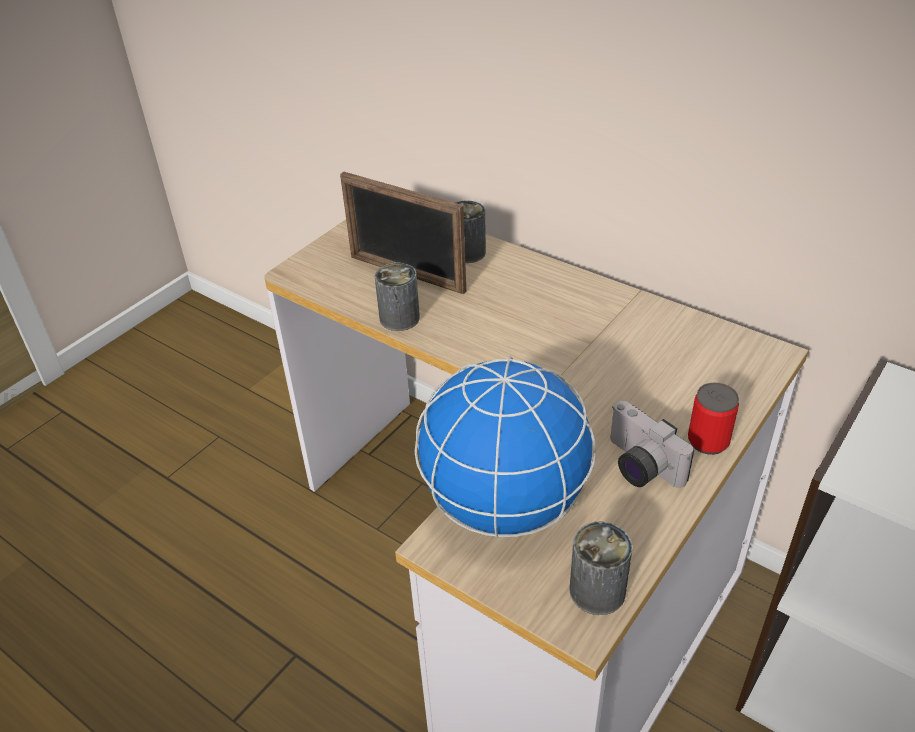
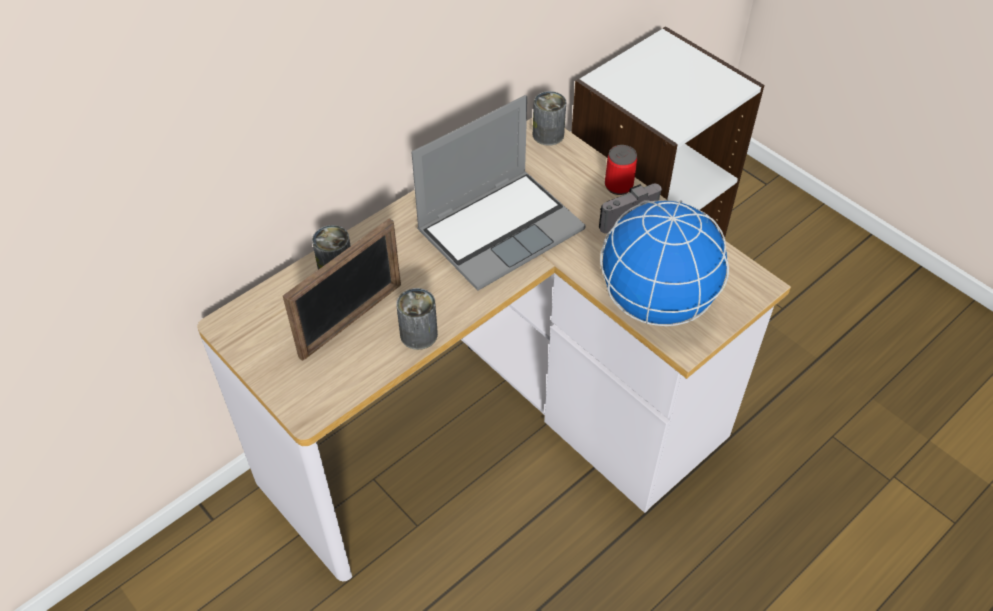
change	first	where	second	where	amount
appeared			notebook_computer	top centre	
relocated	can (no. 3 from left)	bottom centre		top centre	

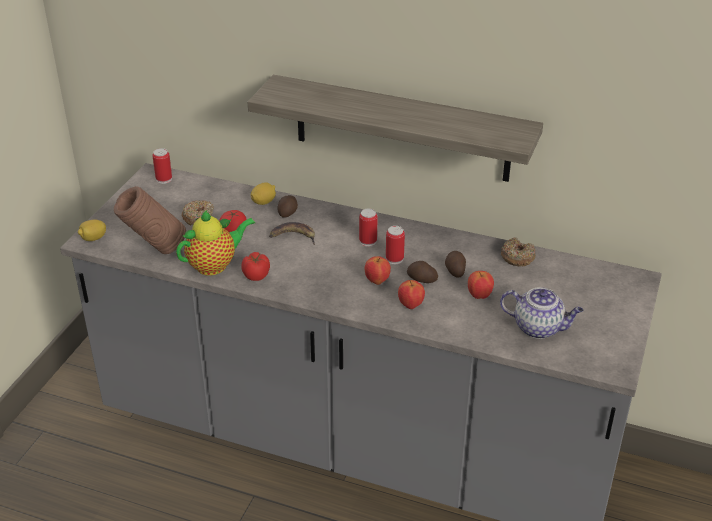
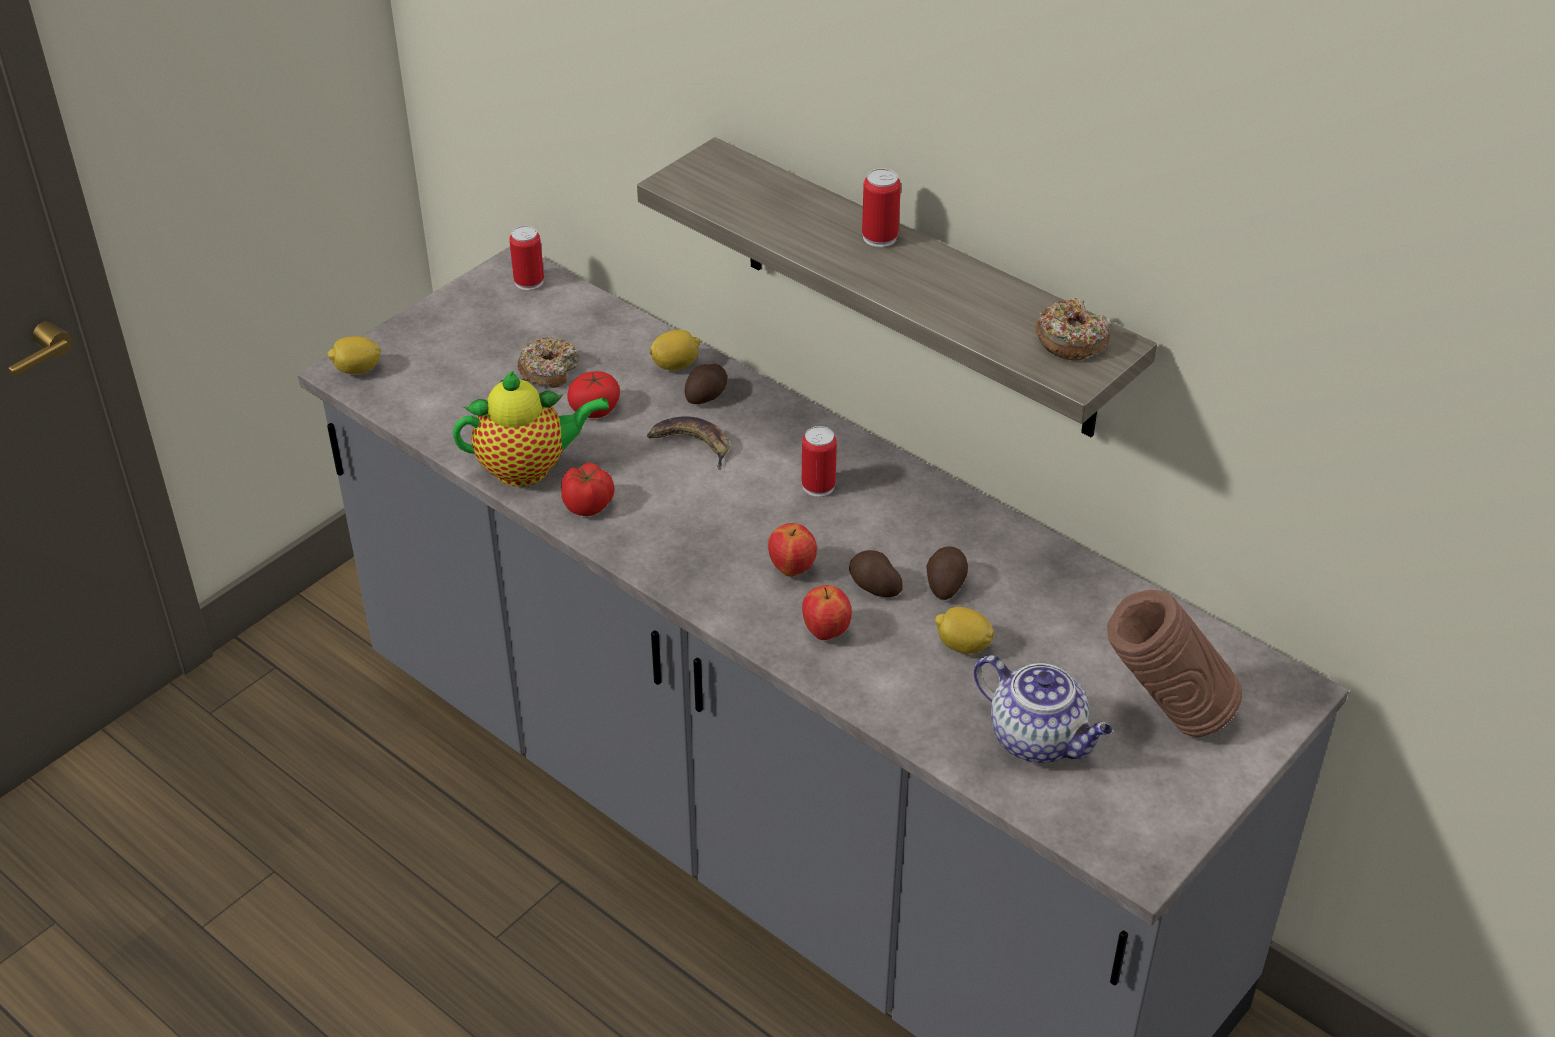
change	first	where	second	where	amount
relocated	brown_decorative_vase	middle left		middle right	
relocated	can (no. 3 from left)	centre		top centre	
relocated	doughnut (no. 2 from left)	middle right		top right	
exchanged	apple_fruit (no. 3 from left)	middle right	citrus_fruit (no. 3 from left)	centre	

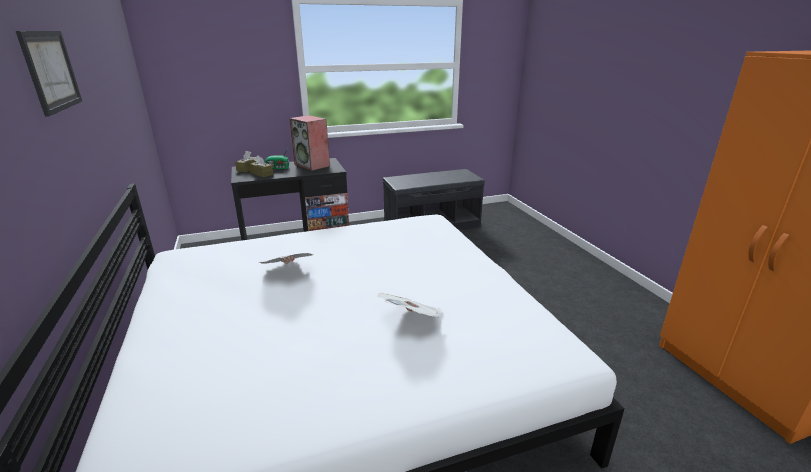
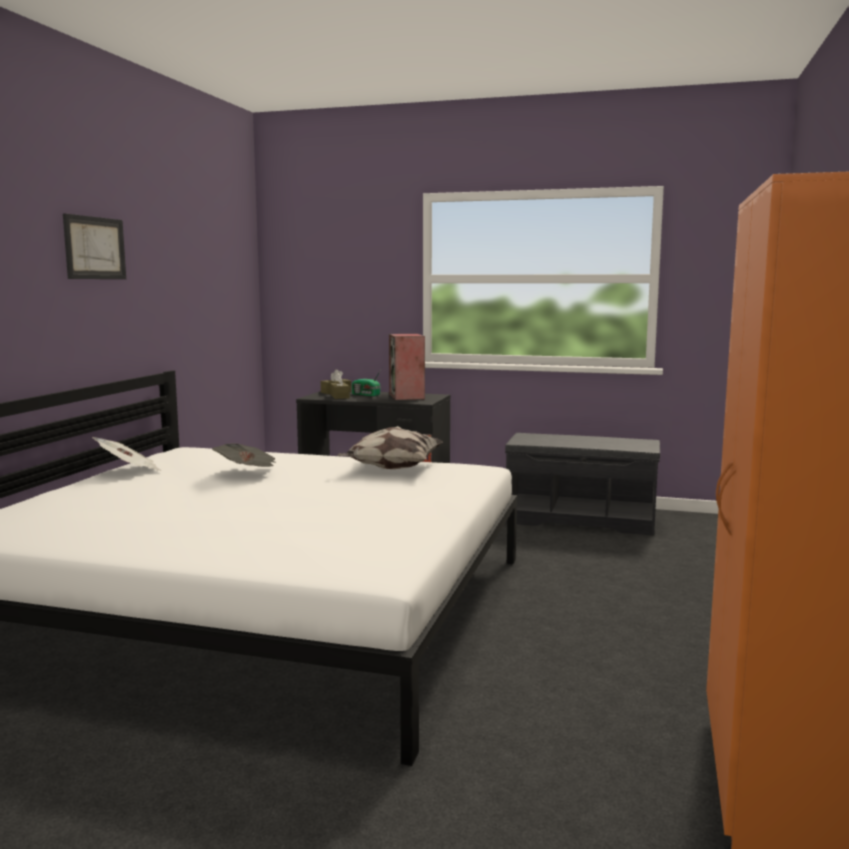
change	first	where	second	where	amount
appeared			throw_pillow	centre	
relocated	newspaper (no. 2 from left in the first image)	centre	newspaper (no. 1 from left)	middle left	

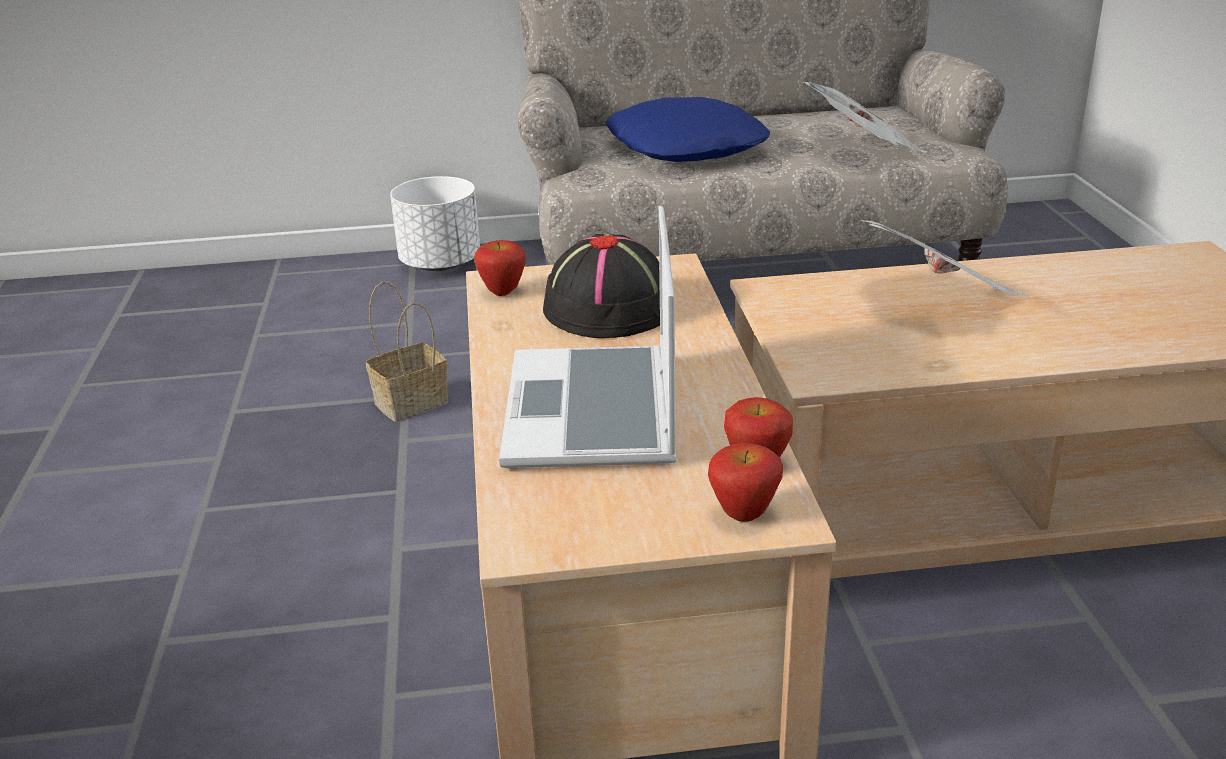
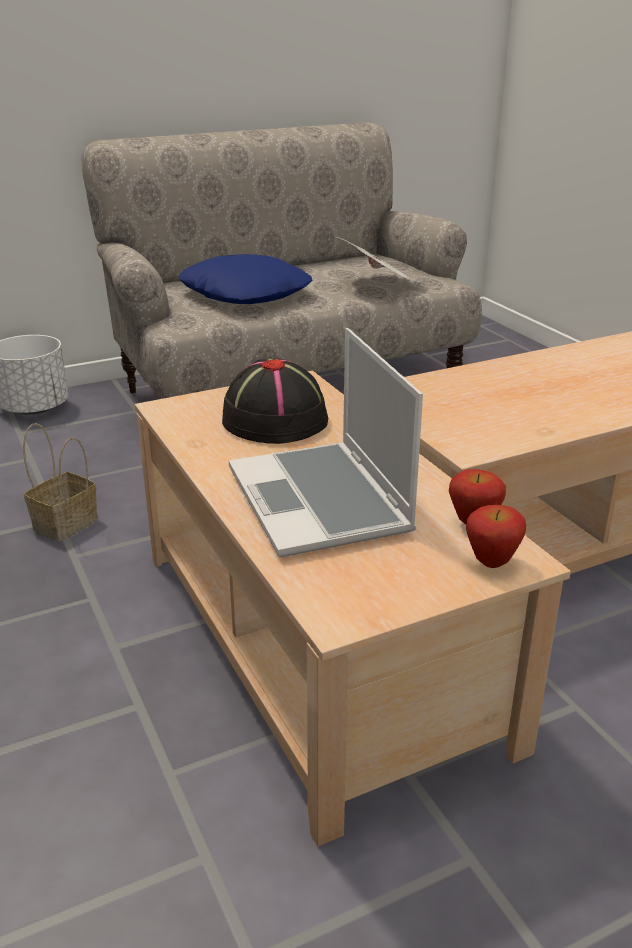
change	first	where	second	where	amount
missing	apple_fruit (no. 1 from left)	centre			
missing	newspaper (no. 2 from left)	middle right			

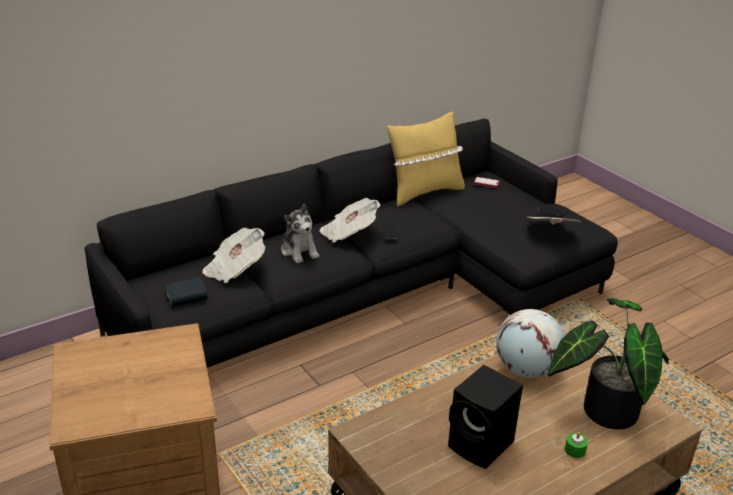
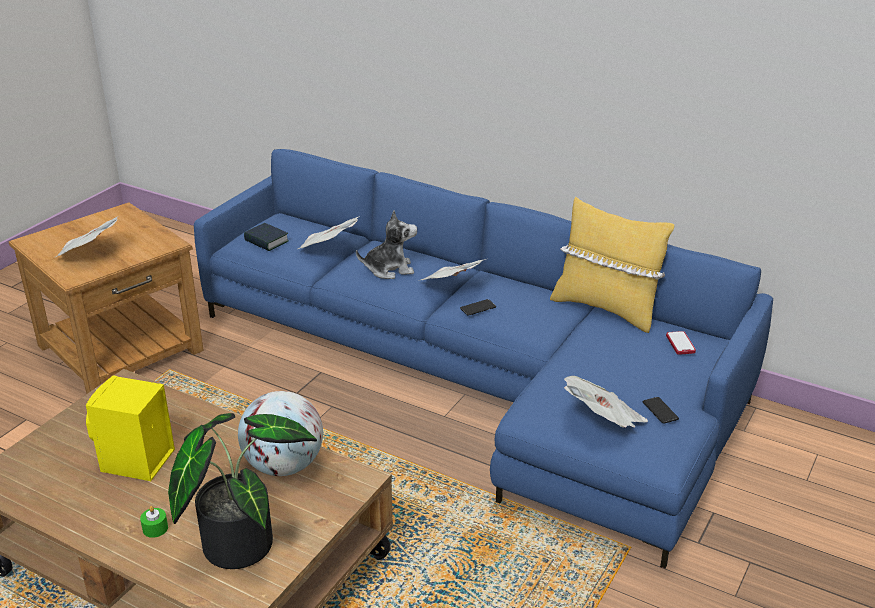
change	first	where	second	where	amount
appeared			newspaper (no. 1 from left)	middle left	
colour	black-coloured_sofa	centre	bluish_sofa	centre	
colour	black-coloured_loudspeaker	bottom centre	yellowish_loudspeaker	bottom left	
spun	soft_toy	centre		centre	135 degrees counterclockwise

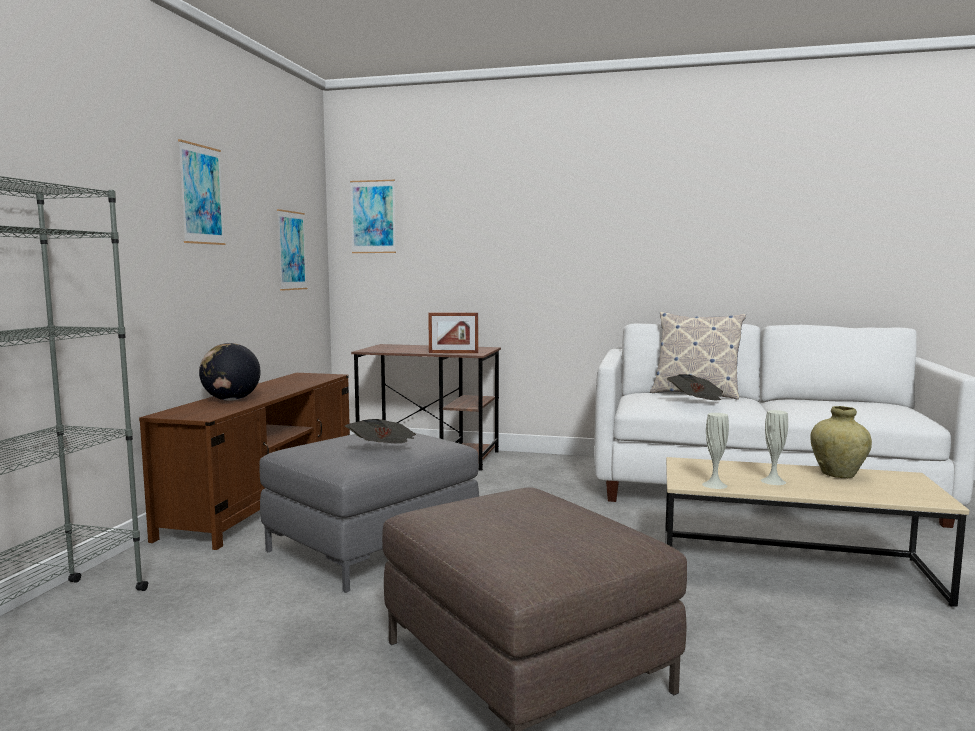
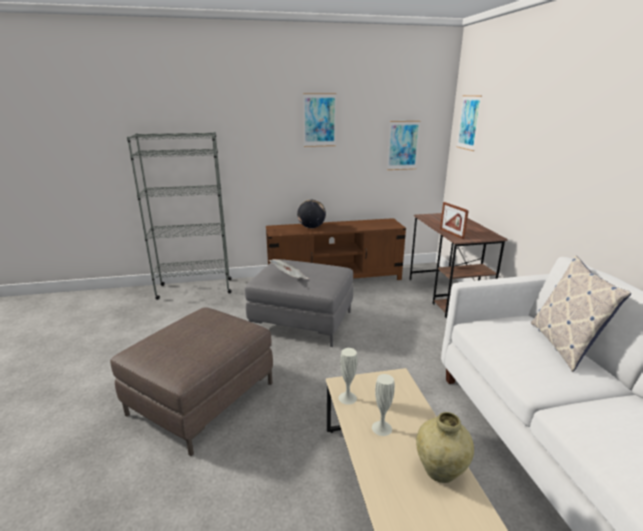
change	first	where	second	where	amount
missing	newspaper (no. 2 from left)	middle right			

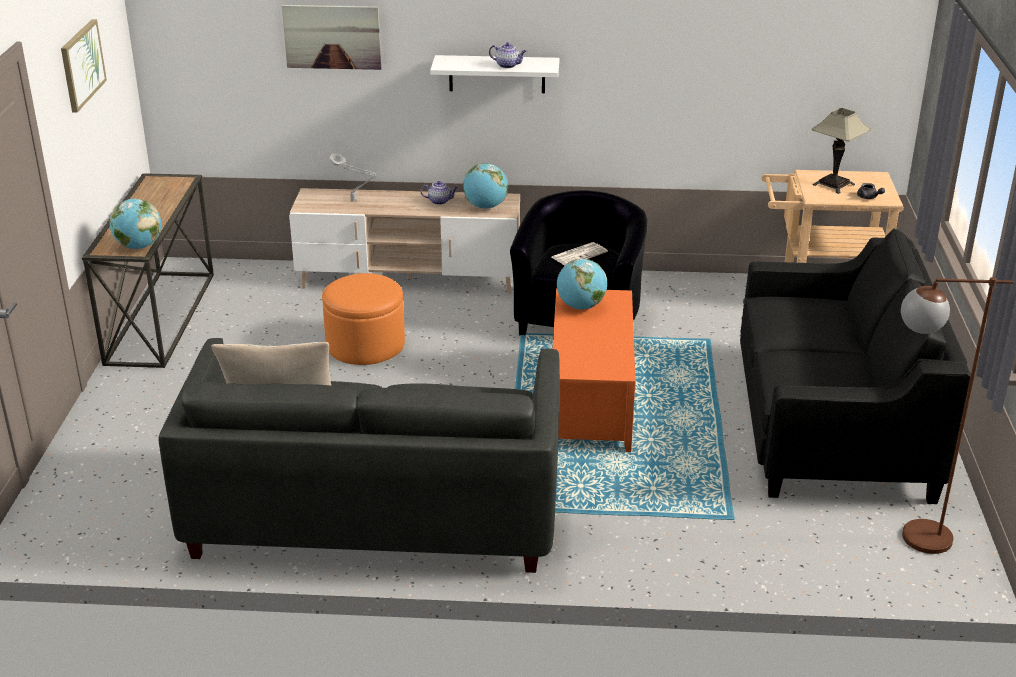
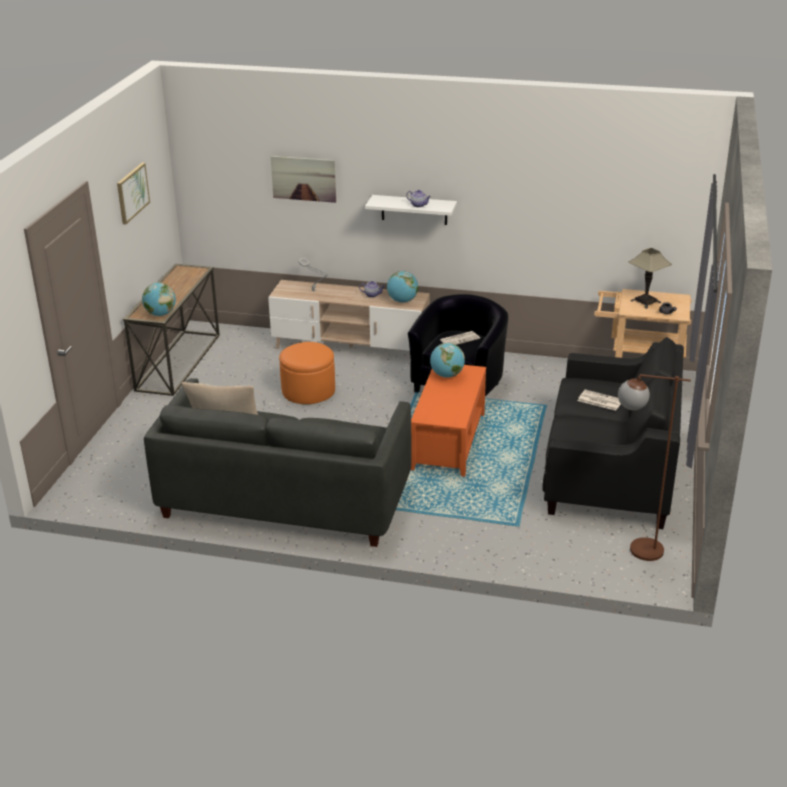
change	first	where	second	where	amount
appeared			newspaper (no. 2 from left)	middle right	

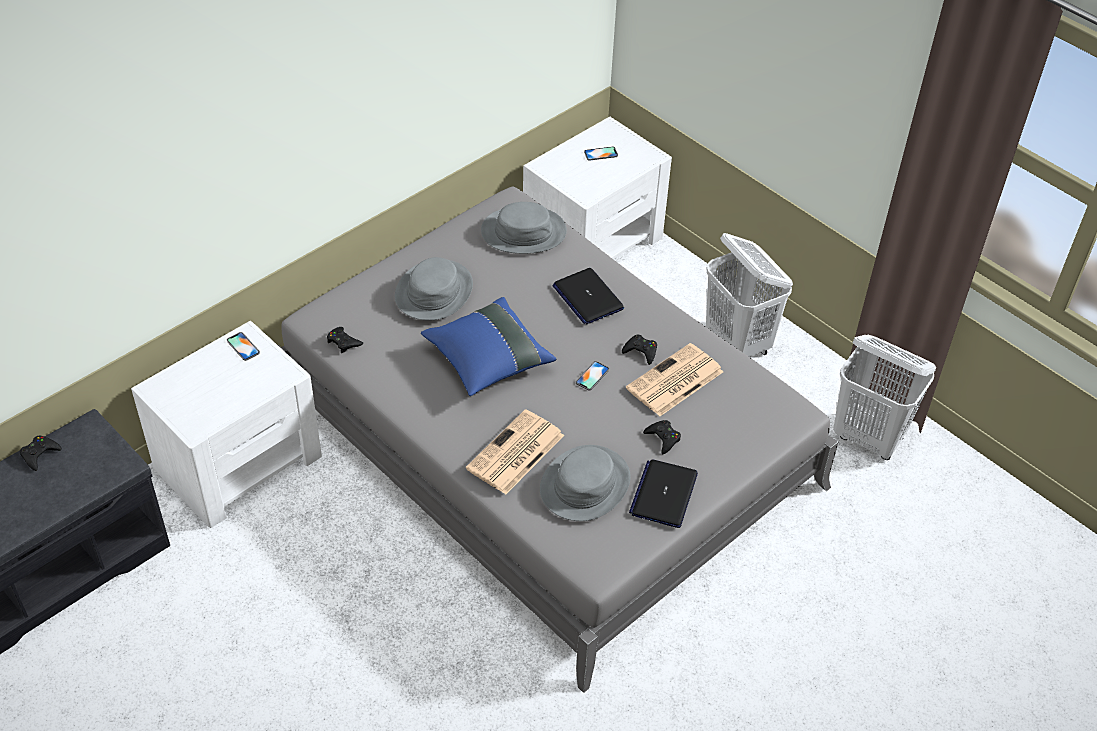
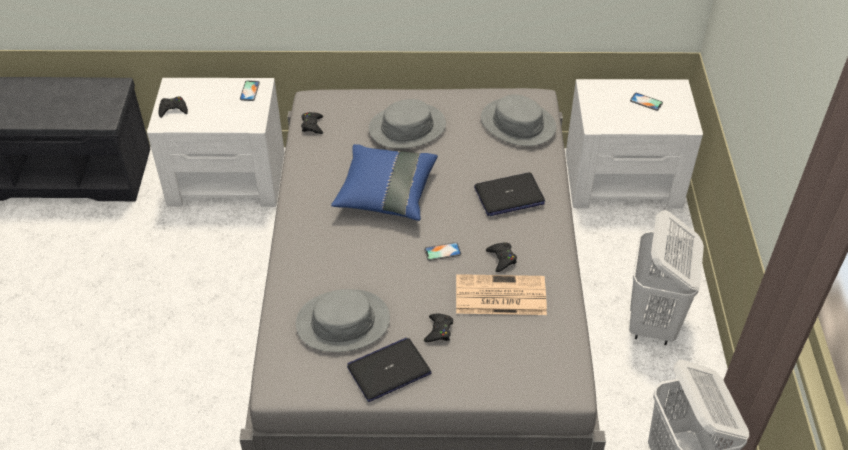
change	first	where	second	where	amount
missing	newspaper (no. 1 from left)	centre			
relocated	black-coloured_gamepad (no. 1 from left)	middle left		top left	
spun	notebook_computer (no. 1 from left in the first image)	centre	notebook_computer (no. 2 from left)	centre	120 degrees counterclockwise

